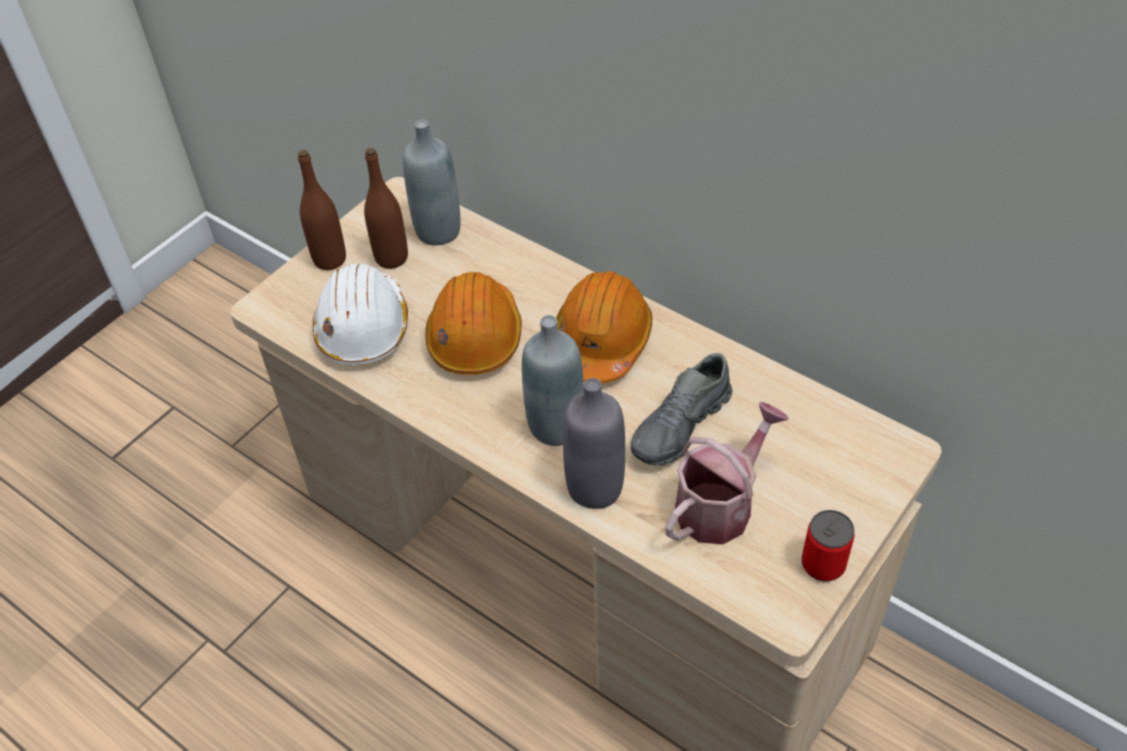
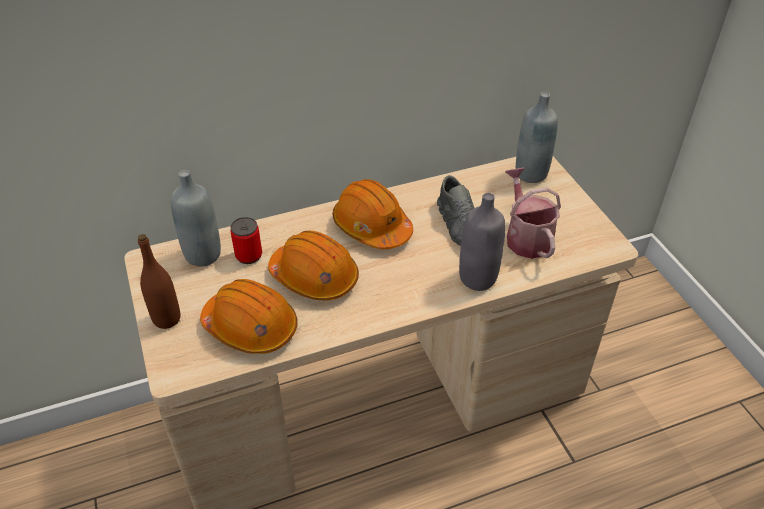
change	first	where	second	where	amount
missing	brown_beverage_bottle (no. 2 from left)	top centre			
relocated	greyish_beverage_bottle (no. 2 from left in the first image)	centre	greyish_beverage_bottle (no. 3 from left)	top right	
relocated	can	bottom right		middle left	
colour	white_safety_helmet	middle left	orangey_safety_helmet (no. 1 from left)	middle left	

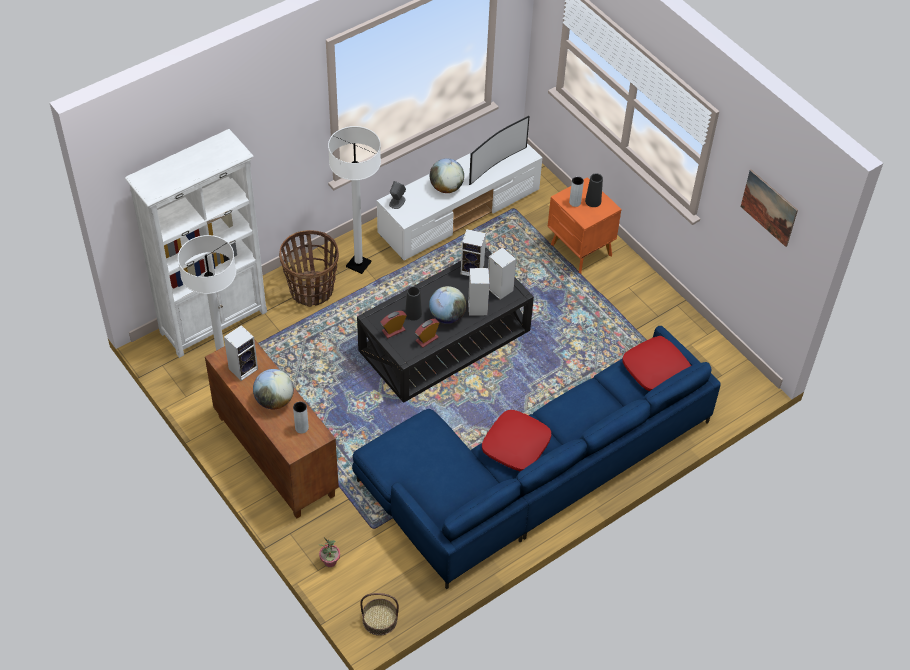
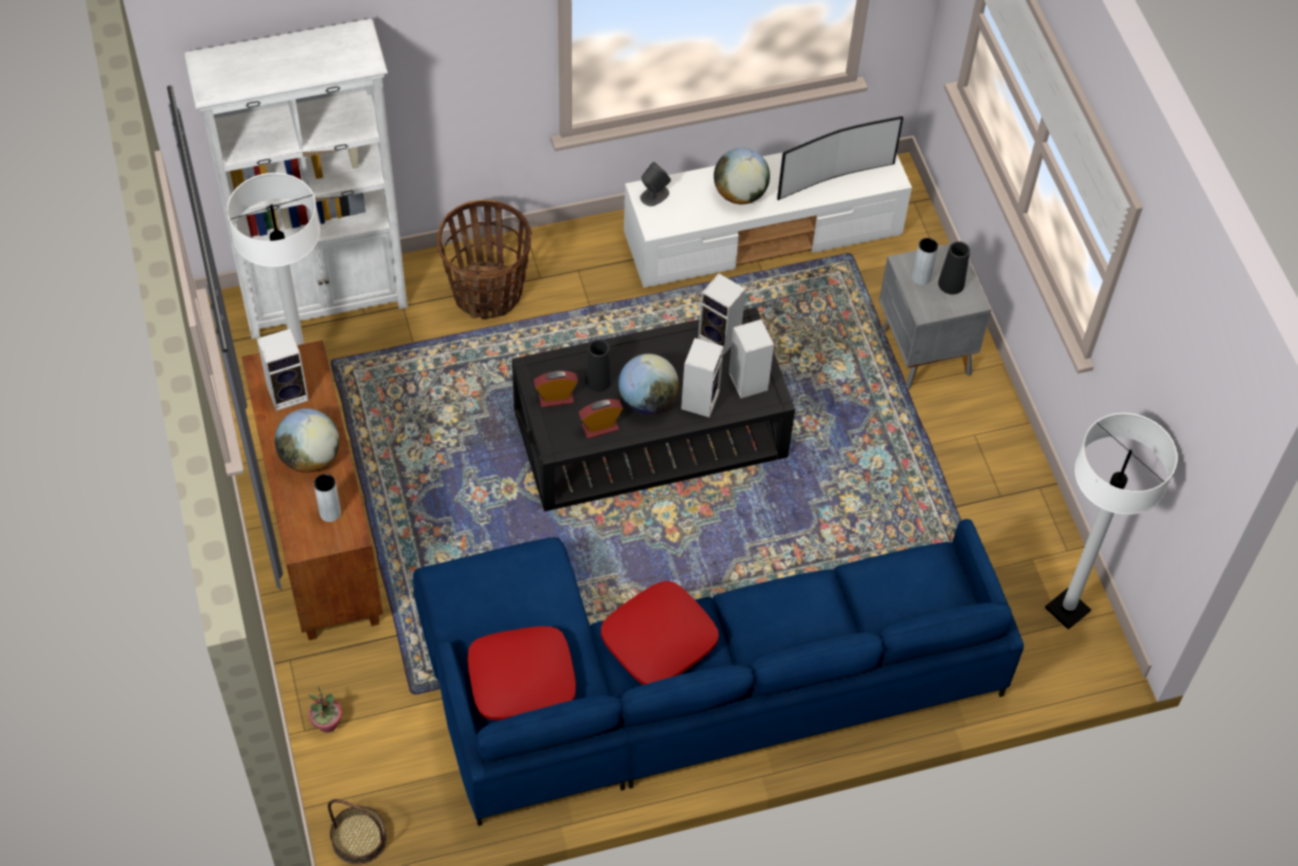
change	first	where	second	where	amount
missing	picture	top right			
relocated	white_floor_lamp (no. 2 from left)	top centre		middle right	
relocated	red_throw_pillow (no. 2 from left in the first image)	middle right	red_throw_pillow (no. 1 from left)	bottom centre	
colour	orangey_nightstand	centre	greyish_nightstand	middle right	

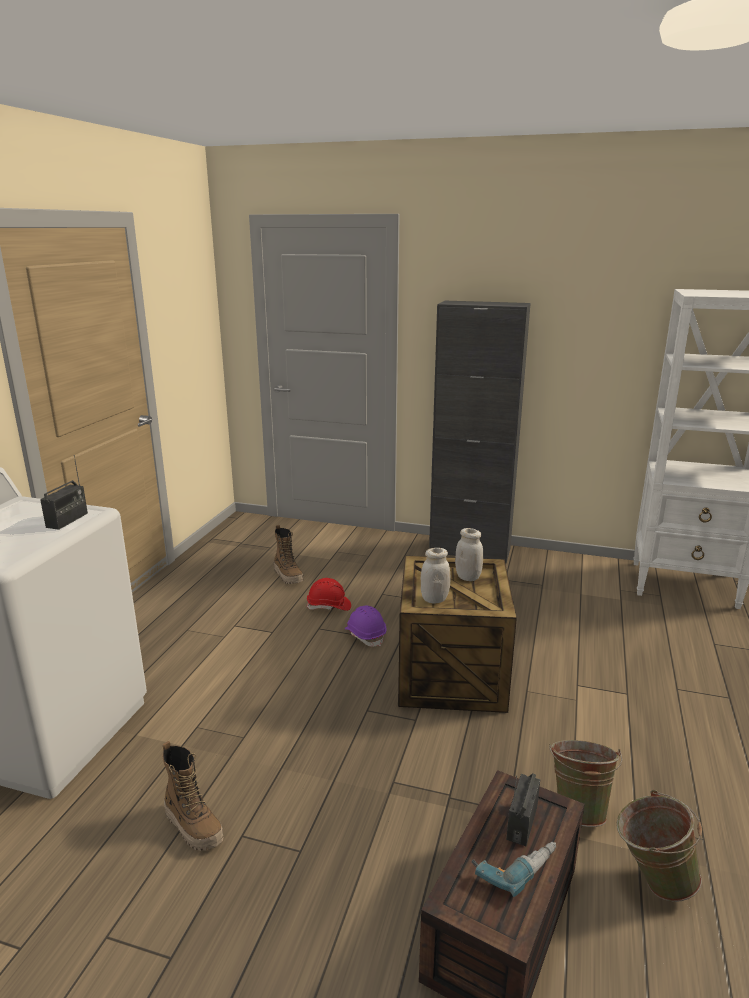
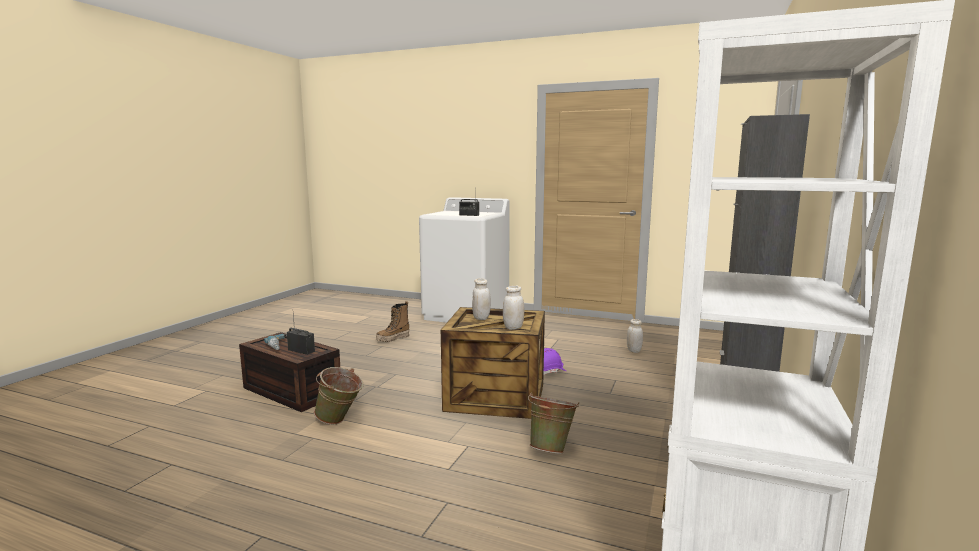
change	first	where	second	where	amount
missing	red_safety_helmet	centre			
relocated	green-coloured_pail (no. 2 from left)	bottom right		bottom centre	
exchanged	boot (no. 2 from left)	centre	white_preserve_jar (no. 3 from left)	centre	

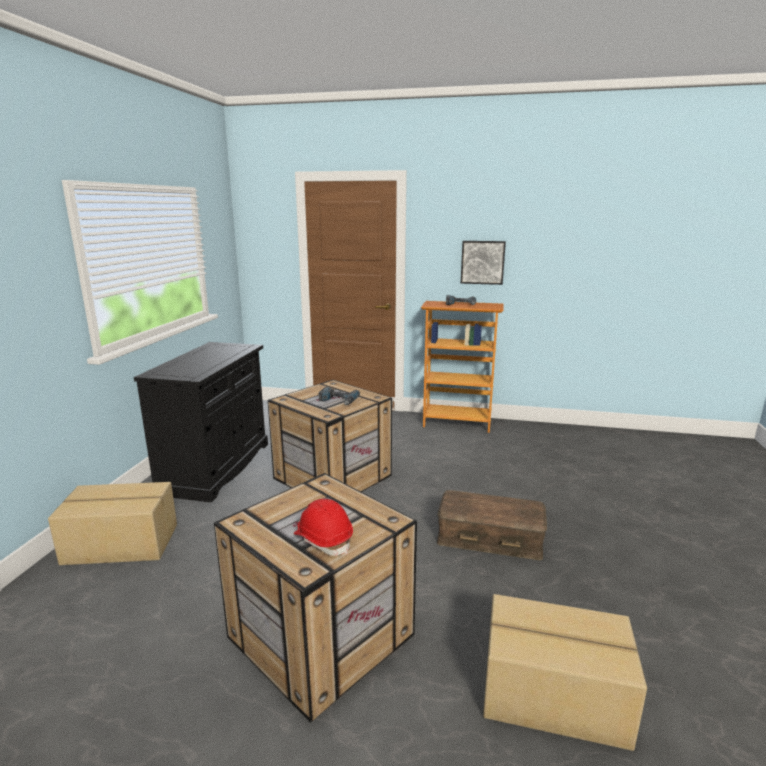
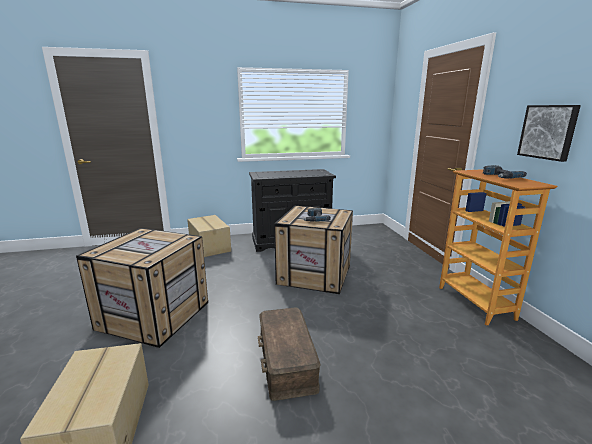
change	first	where	second	where	amount
missing	red_safety_helmet	bottom centre			

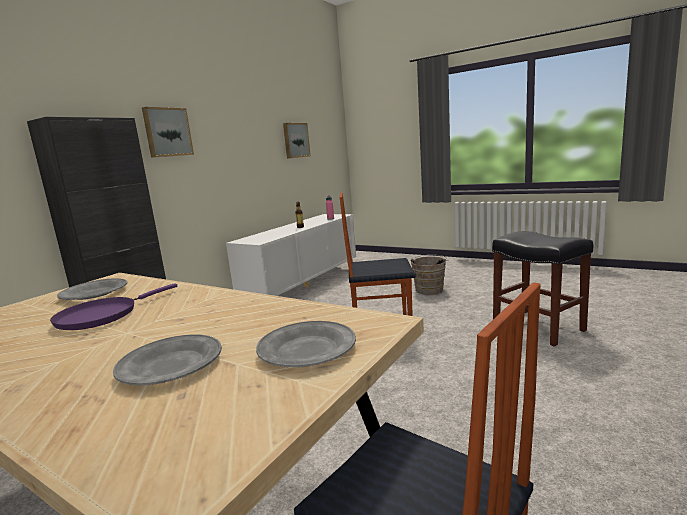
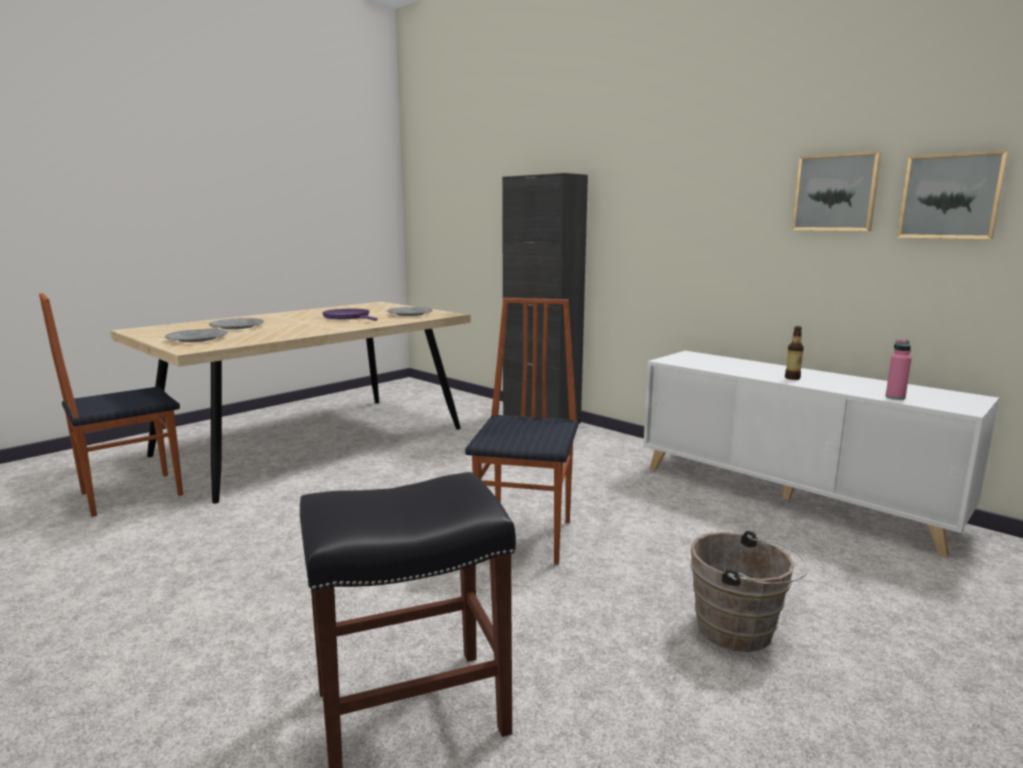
change	first	where	second	where	amount
relocated	picture (no. 1 from left)	top left		top right	

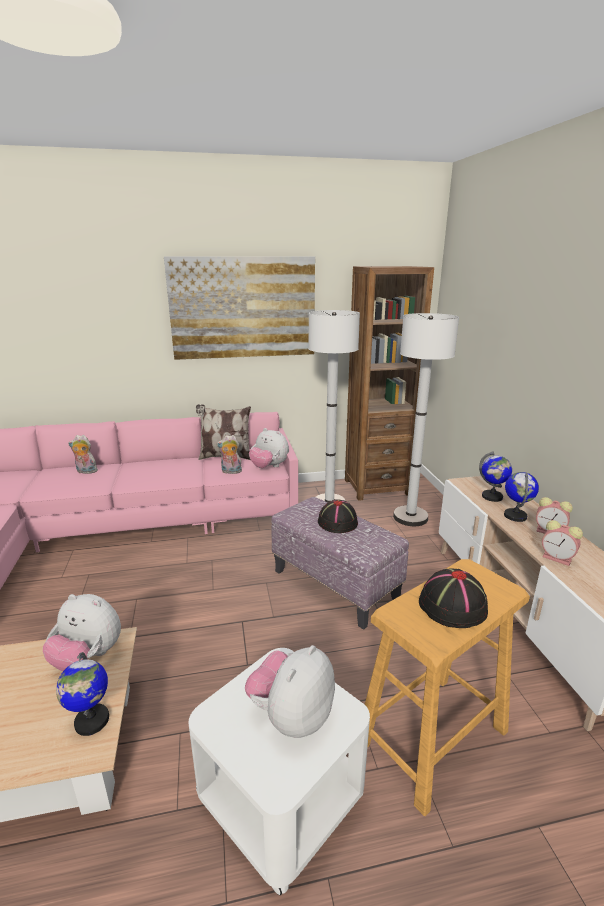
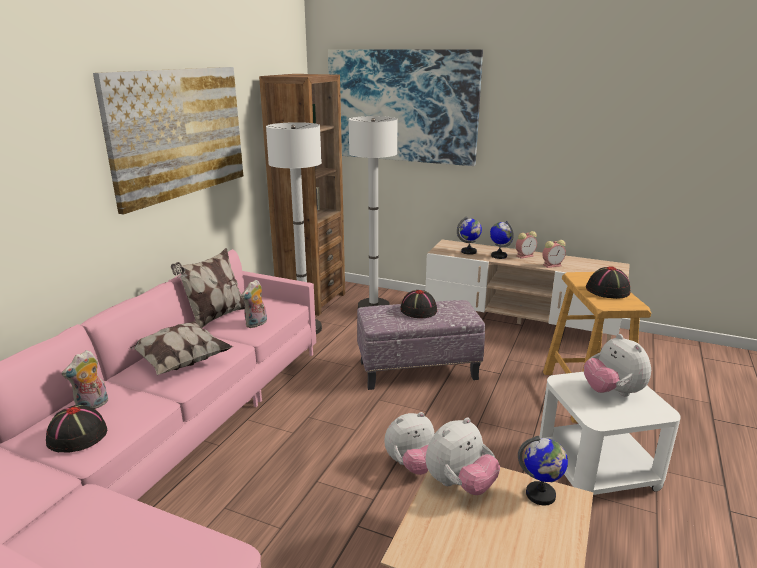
change	first	where	second	where	amount
appeared			black-coloured_hat (no. 1 from left)	bottom left	
appeared			throw_pillow (no. 1 from left)	middle left	
appeared			picture (no. 2 from left)	top centre	
relocated	soft_toy (no. 4 from left in the first image)	centre	soft_toy (no. 3 from left)	bottom centre	

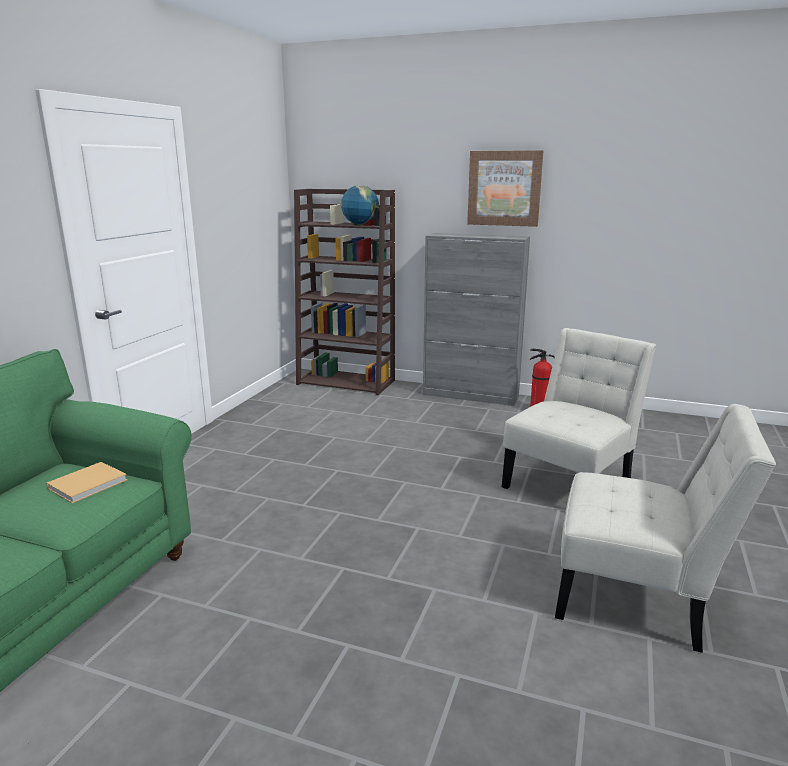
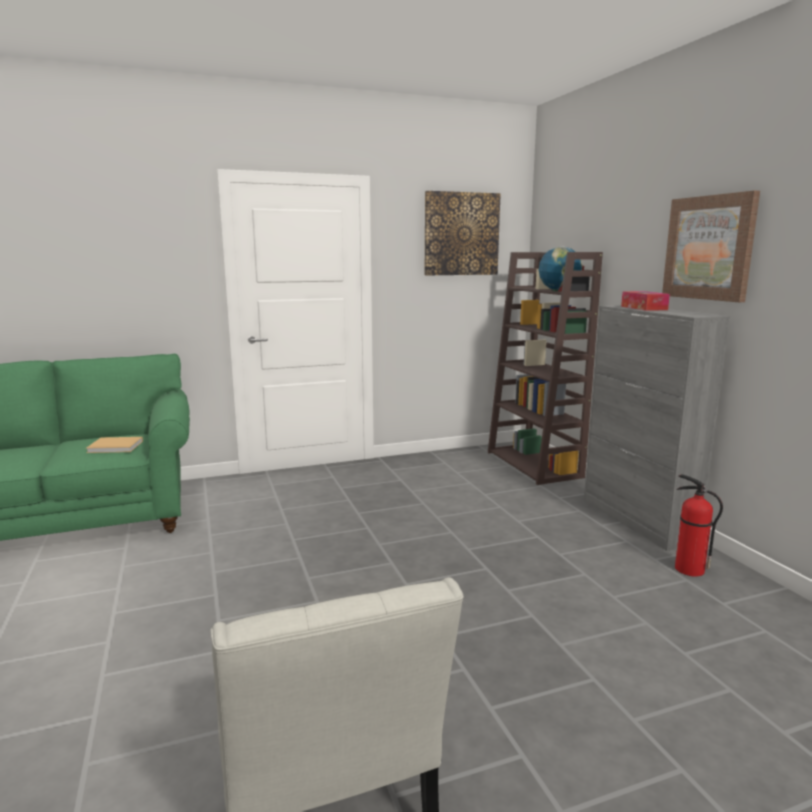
change	first	where	second	where	amount
missing	white_plain_chair (no. 1 from left)	middle right			
appeared			picture (no. 1 from left)	top centre	
appeared			tissue_holder	middle right	

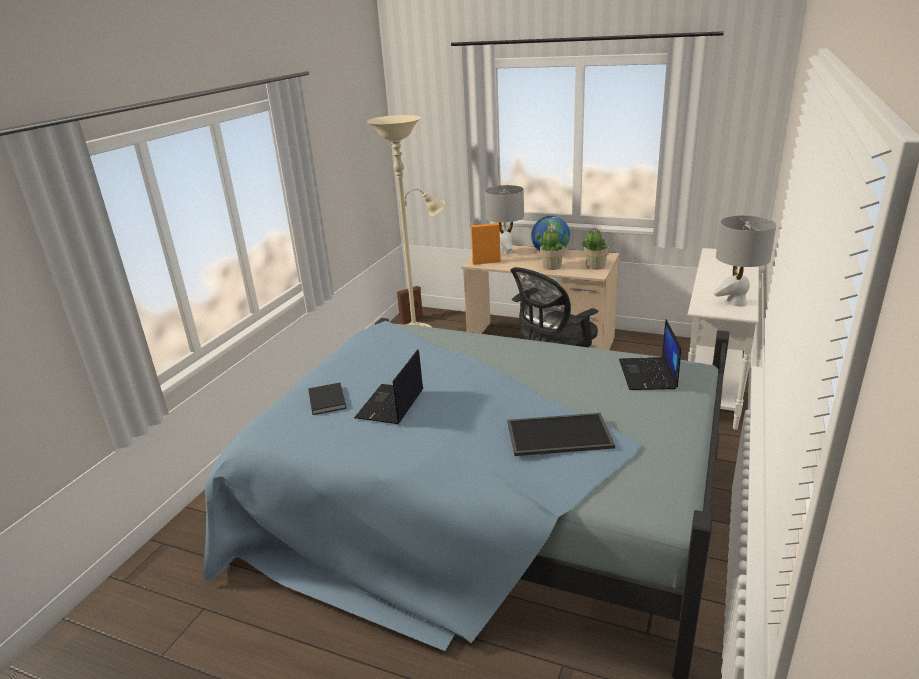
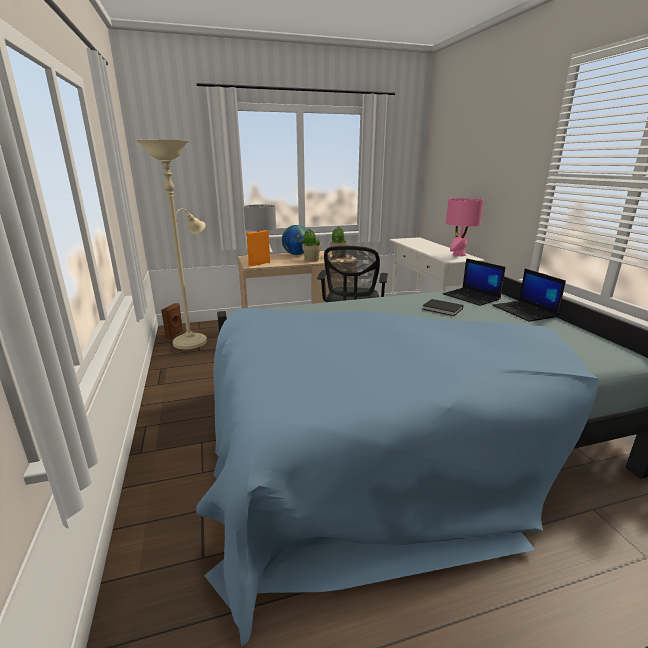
change	first	where	second	where	amount
missing	tray	centre			
relocated	black-coloured_book	centre		middle right	
relocated	notebook_computer (no. 1 from left in the first image)	centre	notebook_computer (no. 2 from left)	middle right	
colour	greyish_lamp_for_a_table (no. 2 from left)	middle right	pink-coloured_lamp_for_a_table	middle right	

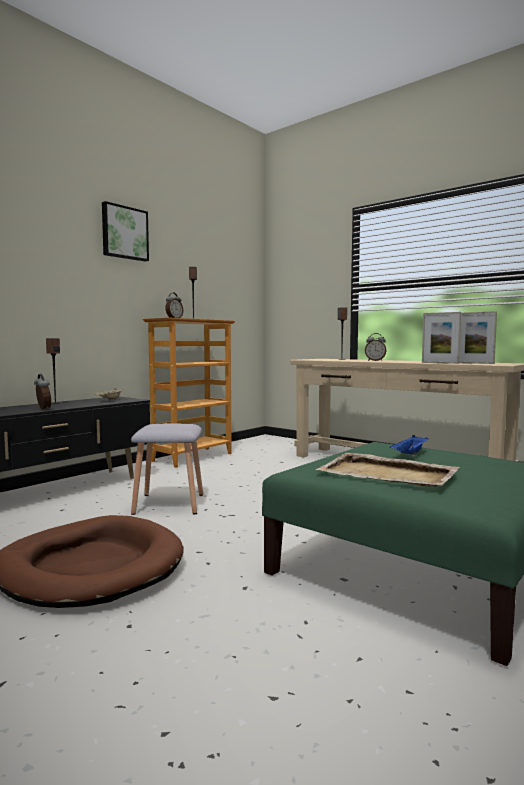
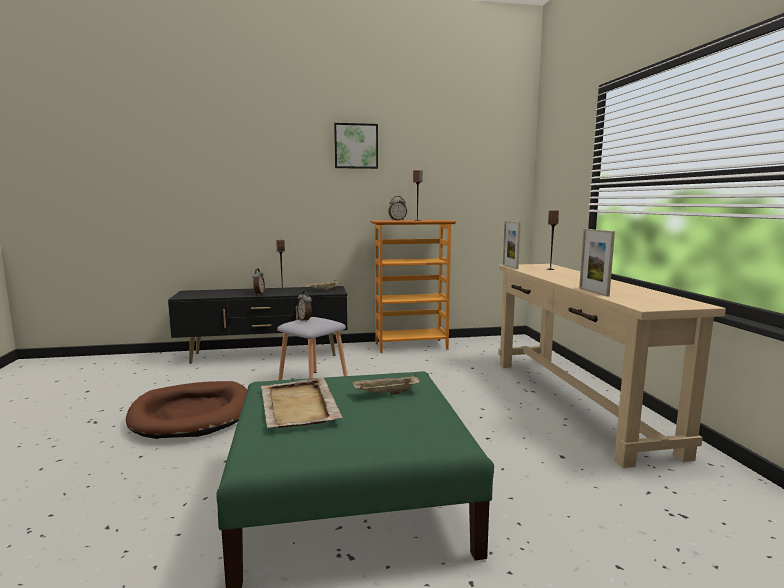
change	first	where	second	where	amount
relocated	bedside_clock (no. 3 from left in the first image)	middle right	bedside_clock (no. 2 from left)	centre	
relocated	photo_frame (no. 2 from left in the first image)	middle right	photo_frame (no. 1 from left)	centre	
colour	bluish_tray	middle right	sand-coloured_tray (no. 3 from left)	centre	

